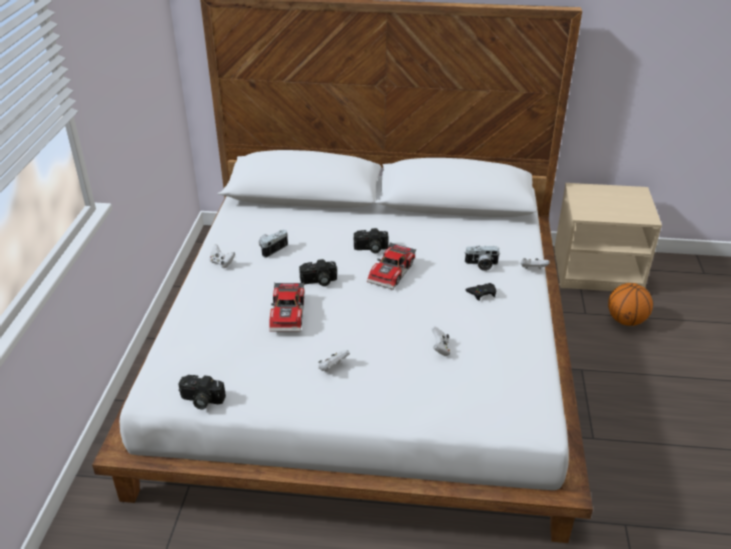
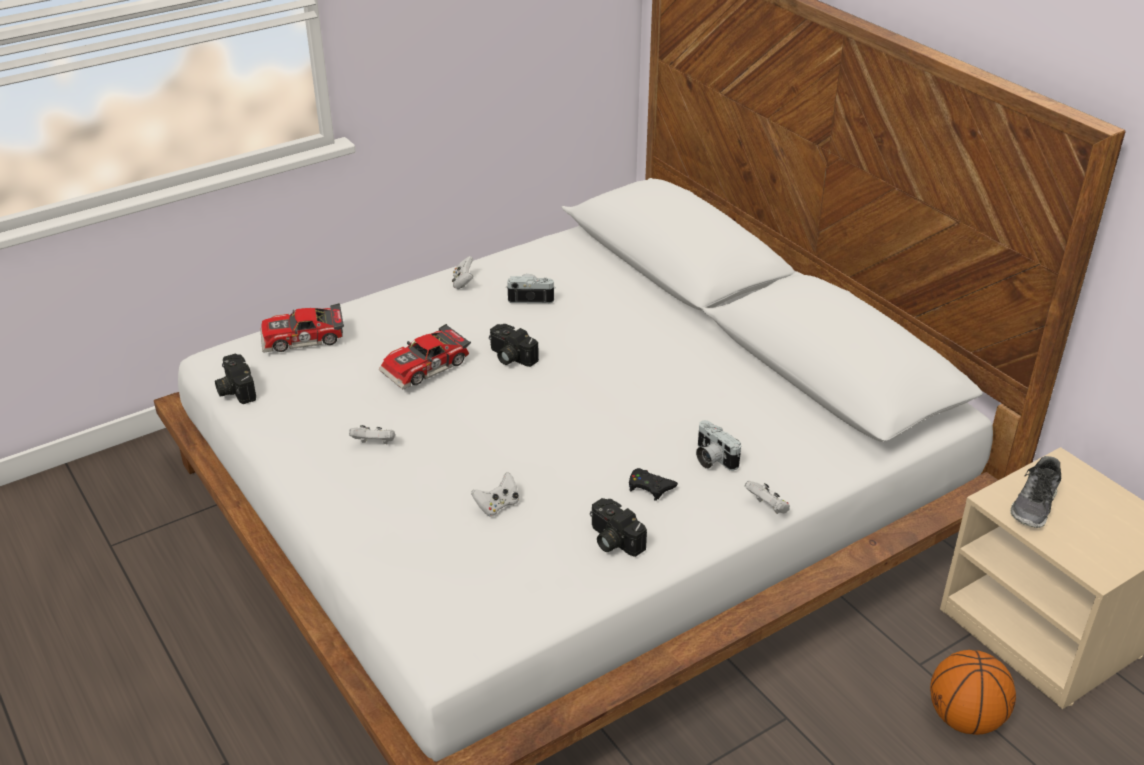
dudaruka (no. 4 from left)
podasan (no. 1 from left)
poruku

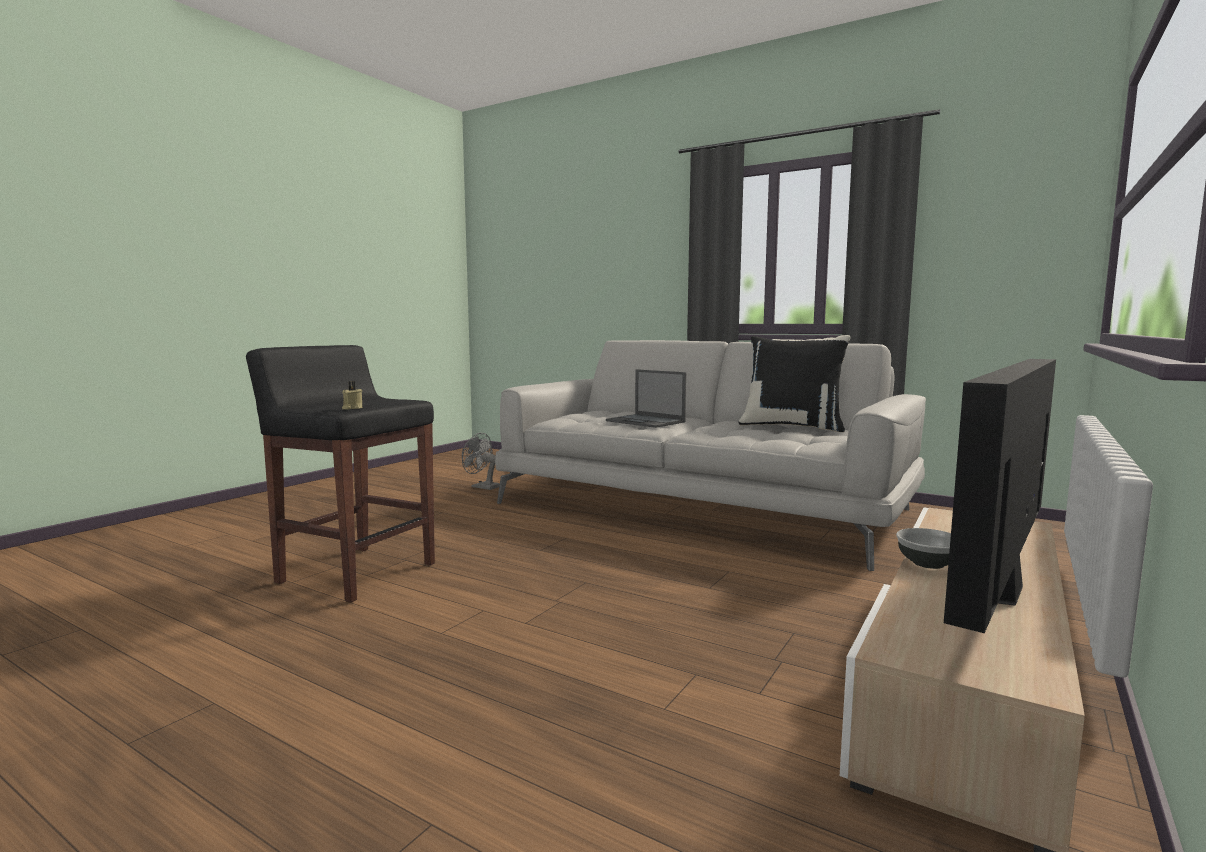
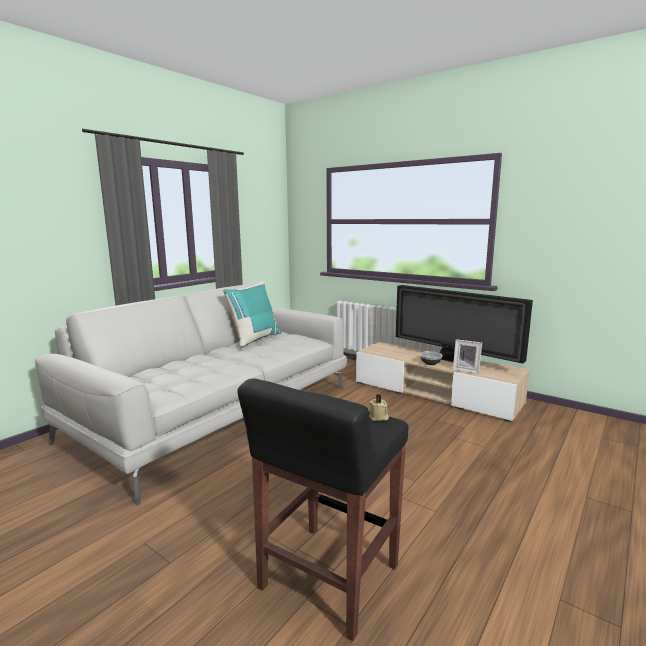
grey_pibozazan
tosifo
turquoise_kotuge
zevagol

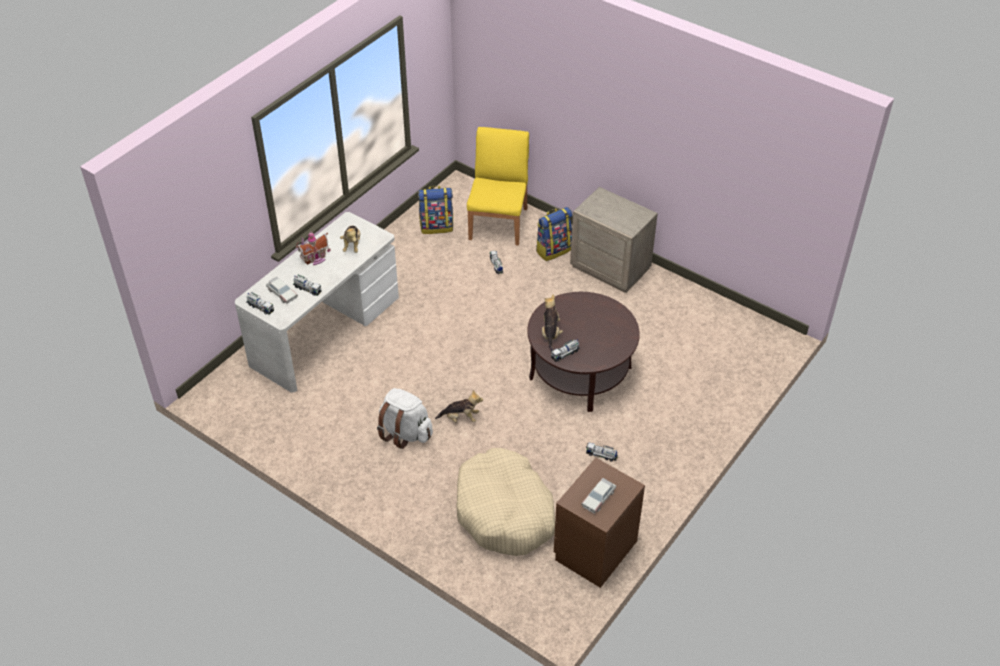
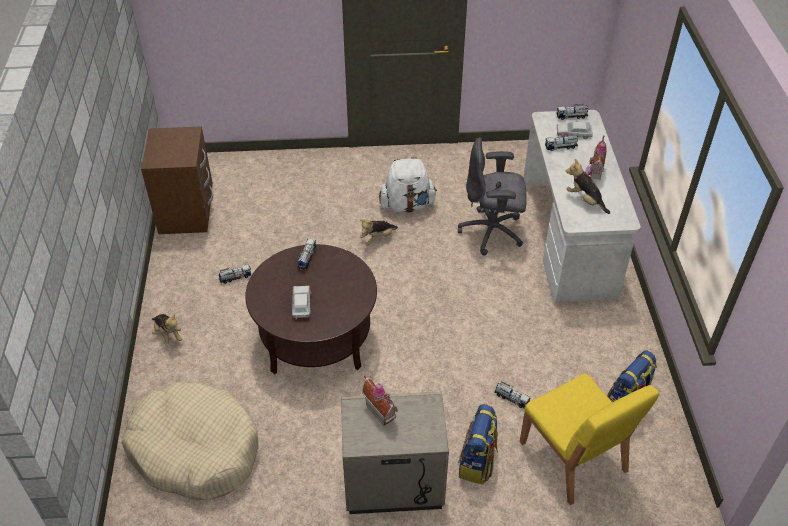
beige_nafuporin
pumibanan (no. 1 from left)
podasan (no. 1 from left)
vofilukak (no. 1 from left)
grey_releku

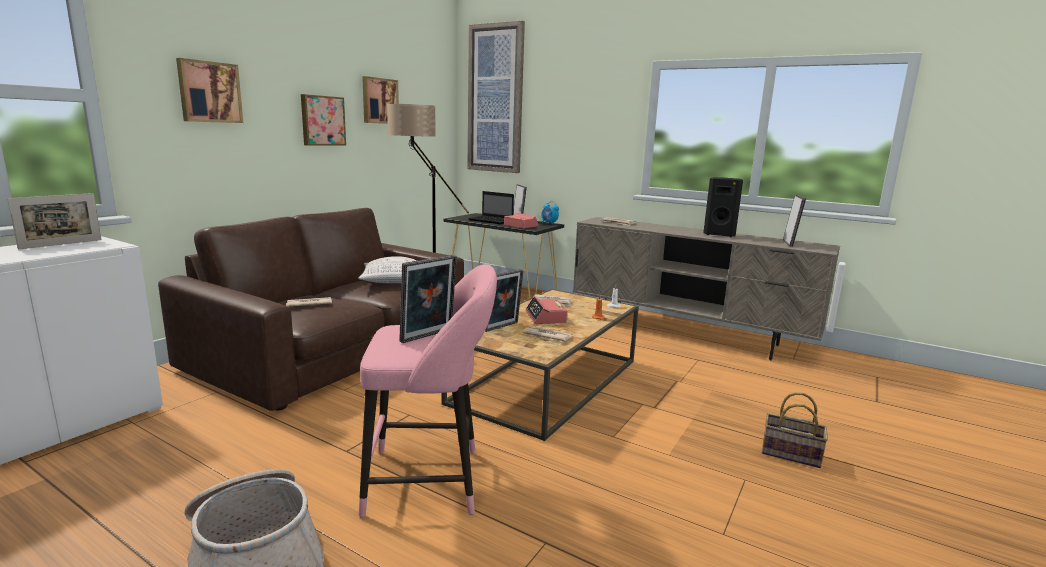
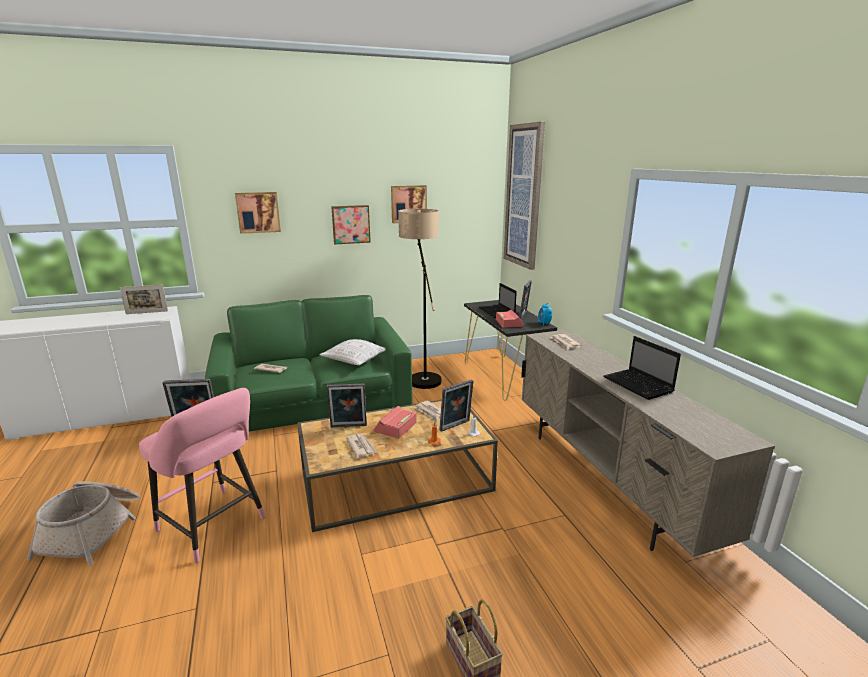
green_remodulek
tosifo (no. 2 from left)
zevagol (no. 4 from left)

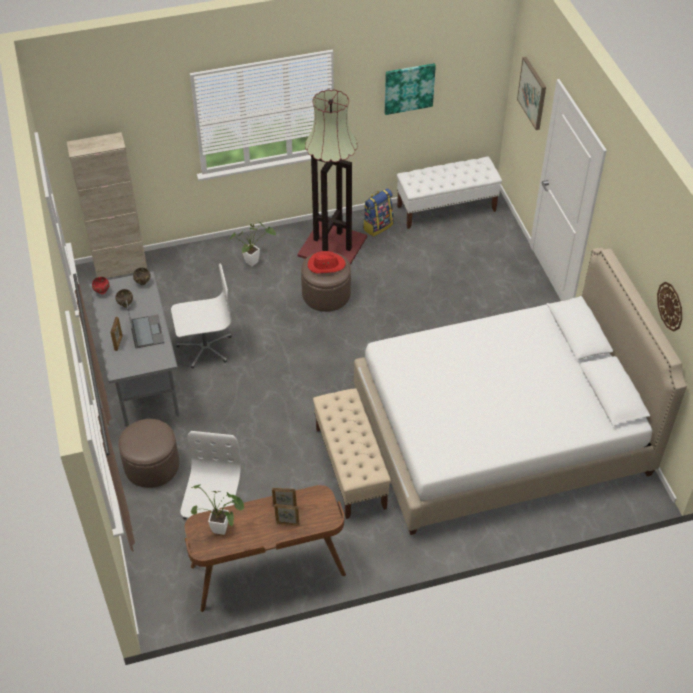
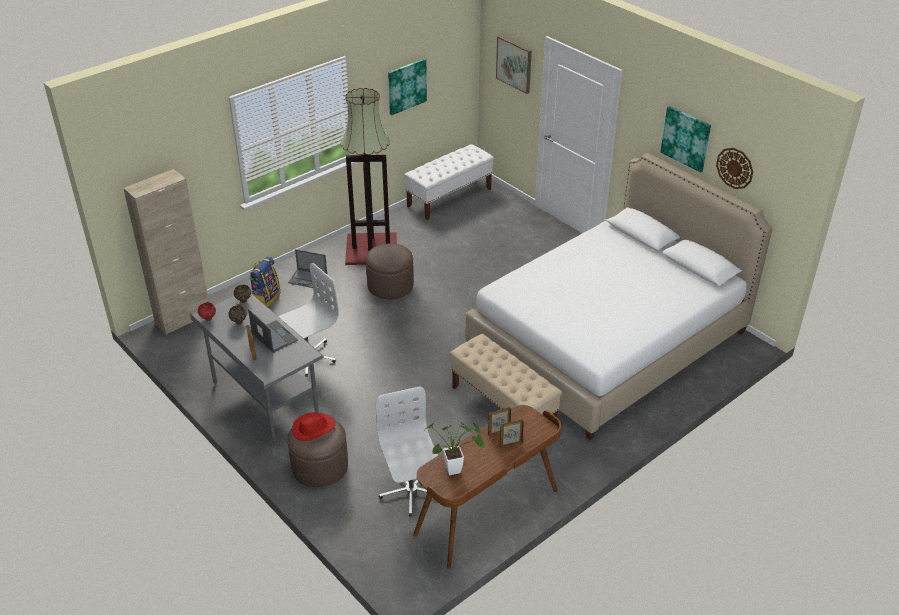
tosifo (no. 2 from left)
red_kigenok
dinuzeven
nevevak (no. 3 from left)

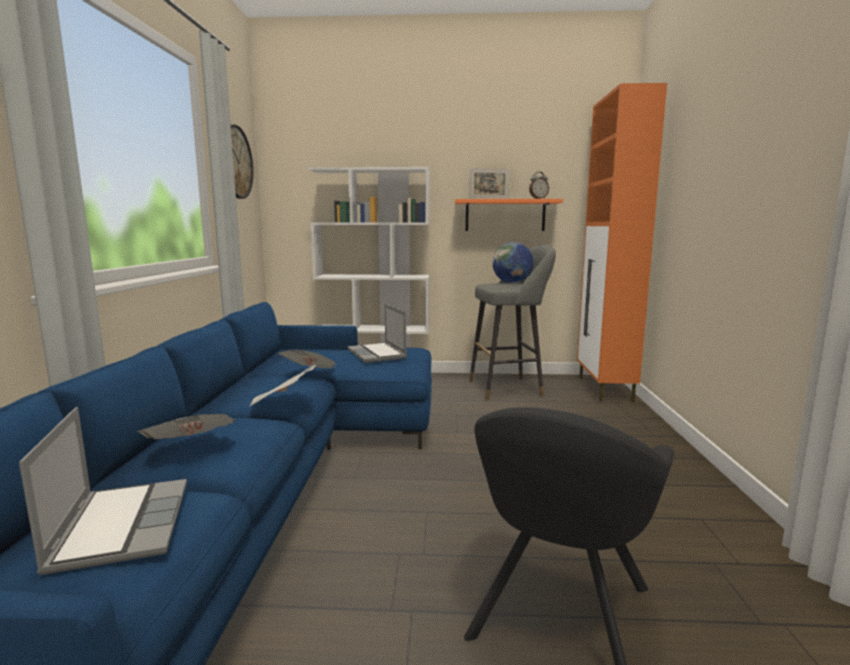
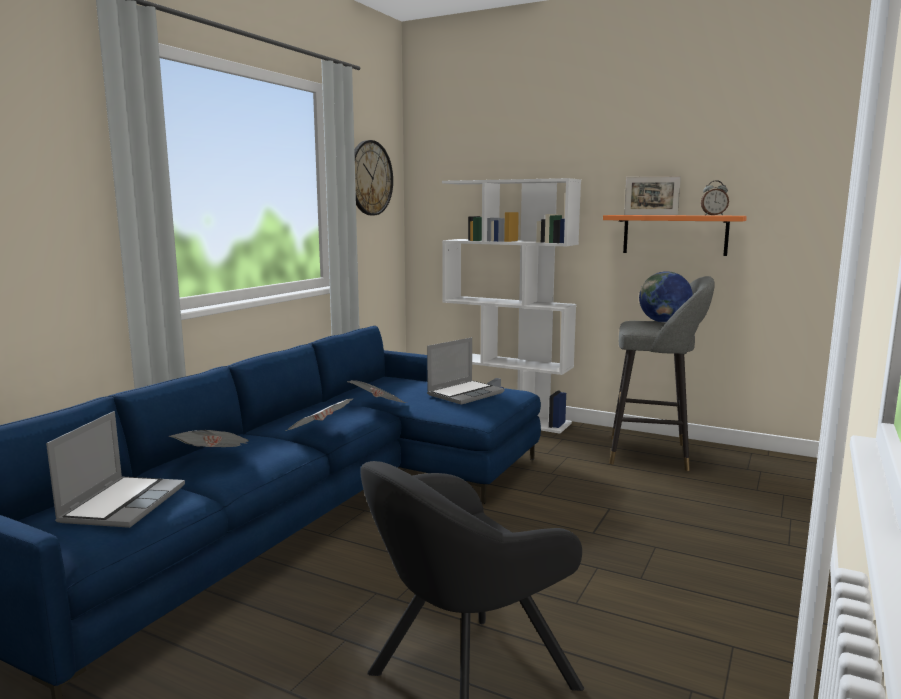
tosifo (no. 2 from left)
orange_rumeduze

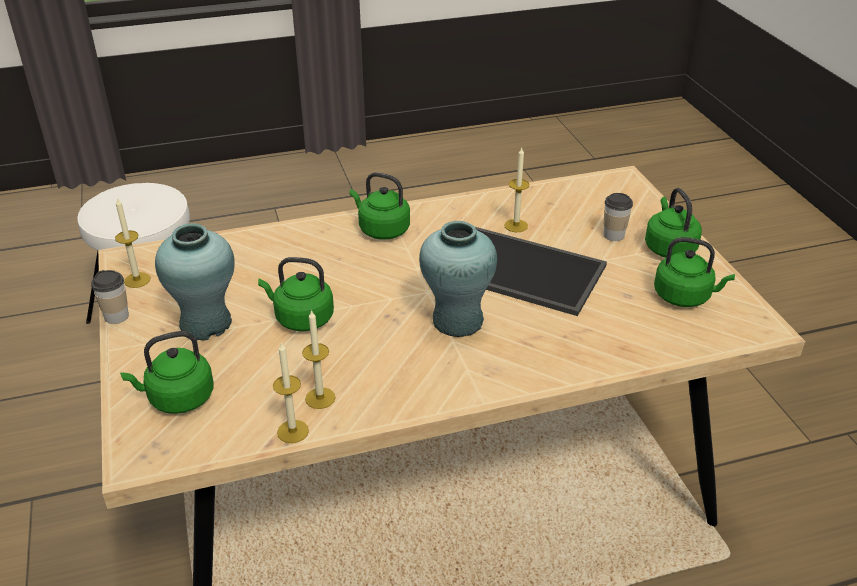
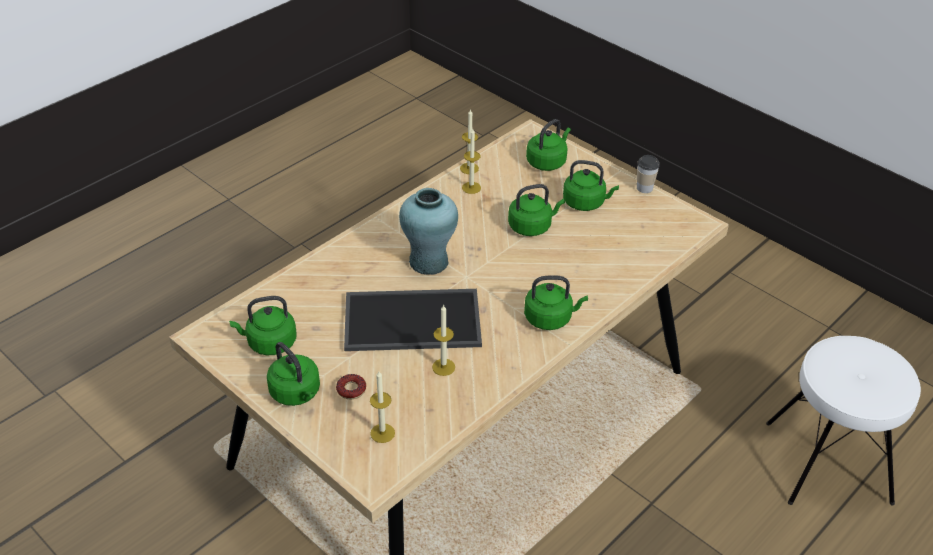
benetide (no. 1 from left)
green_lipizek (no. 6 from left)
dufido

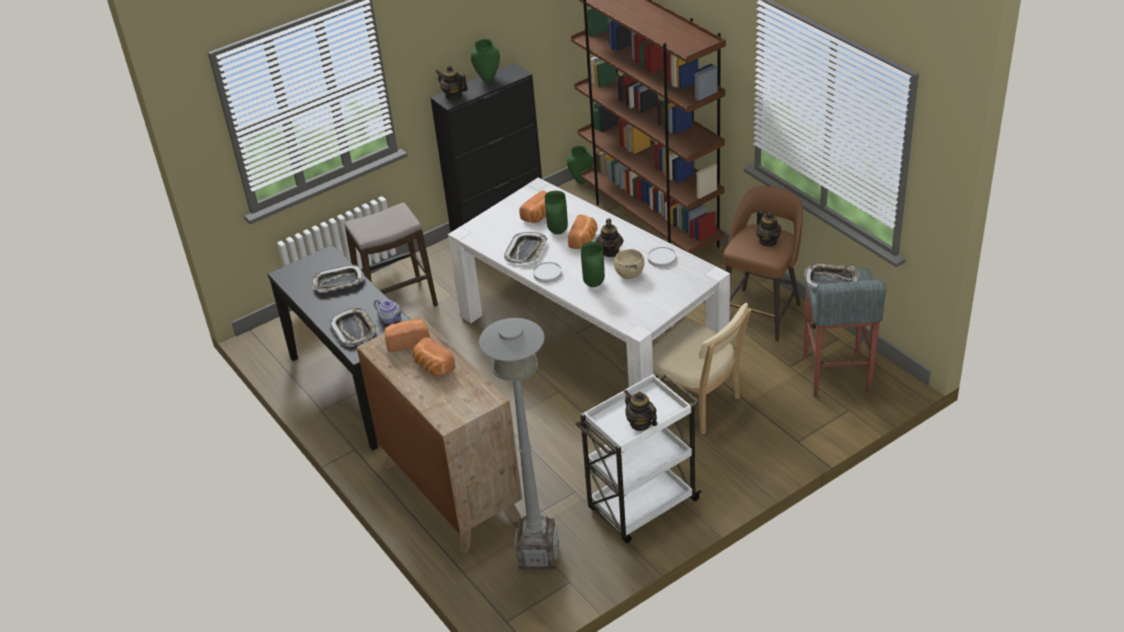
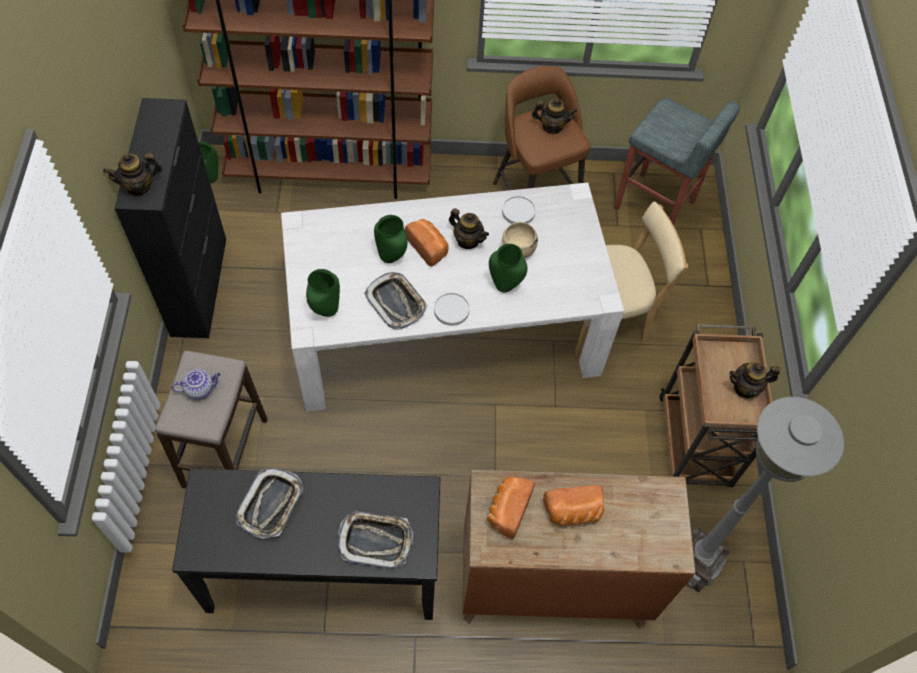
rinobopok (no. 2 from left)
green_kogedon (no. 2 from left)
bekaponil (no. 3 from left in the first image)
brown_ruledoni
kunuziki (no. 4 from left in the first image)

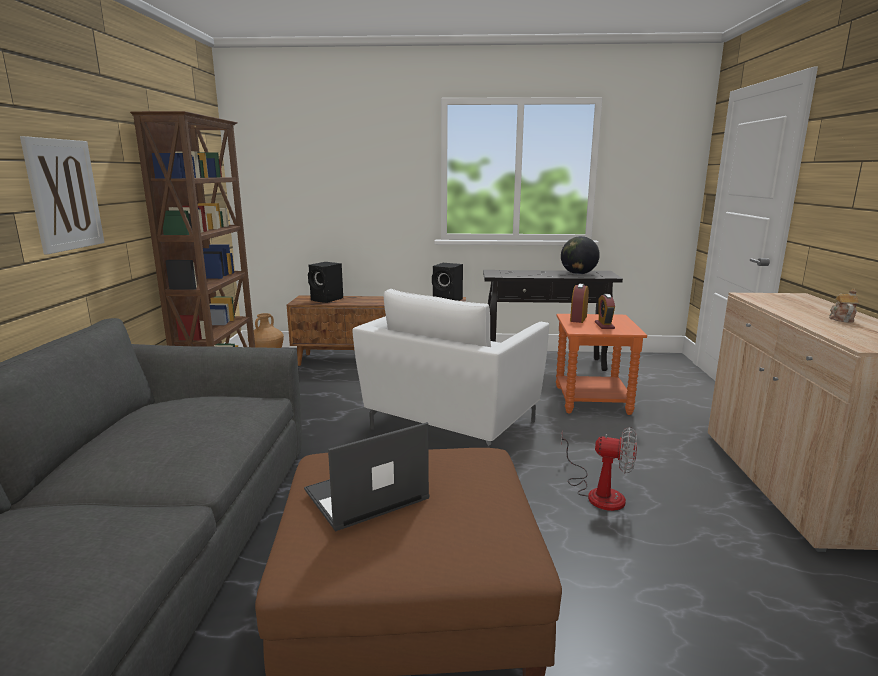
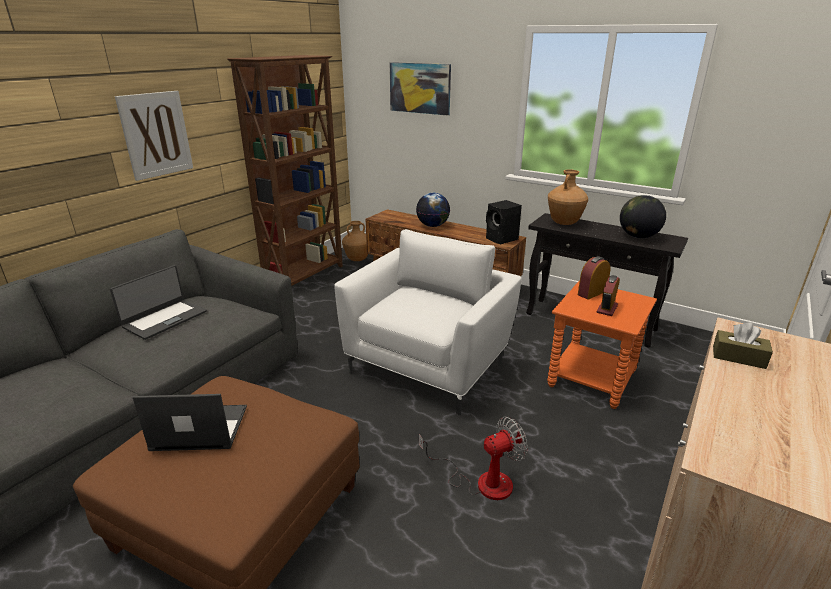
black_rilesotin (no. 1 from left in the first image)
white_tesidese
pibozazan
rinobopok
tosifo (no. 1 from left)
nevevak (no. 2 from left)
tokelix (no. 1 from left)
brown_kogedon (no. 2 from left)
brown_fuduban

